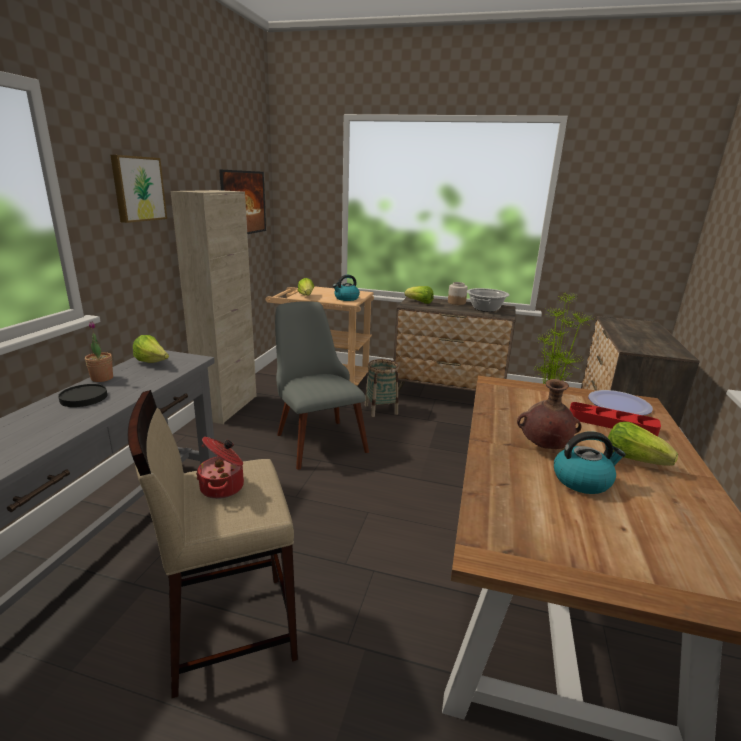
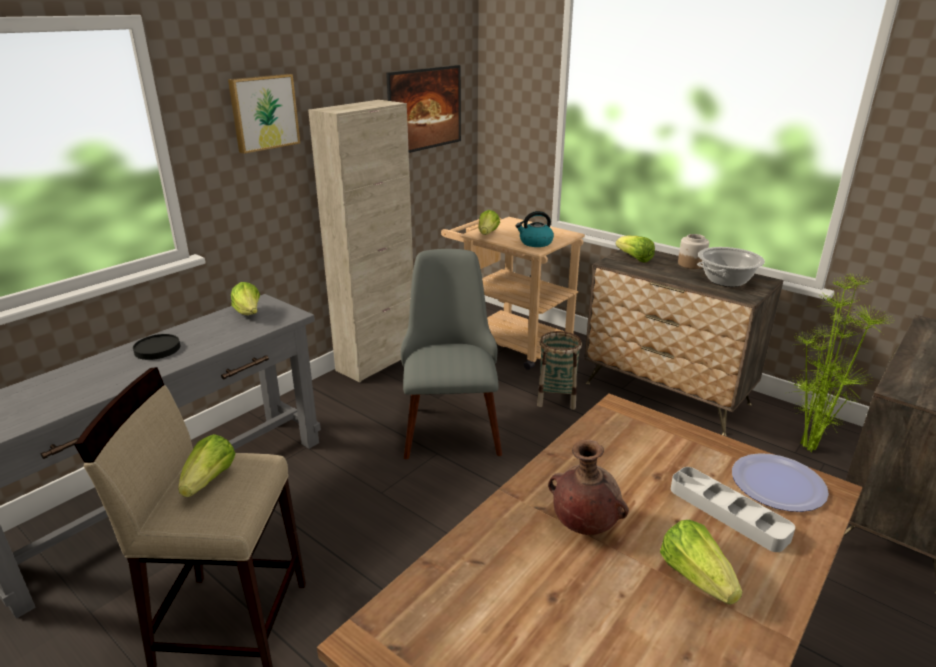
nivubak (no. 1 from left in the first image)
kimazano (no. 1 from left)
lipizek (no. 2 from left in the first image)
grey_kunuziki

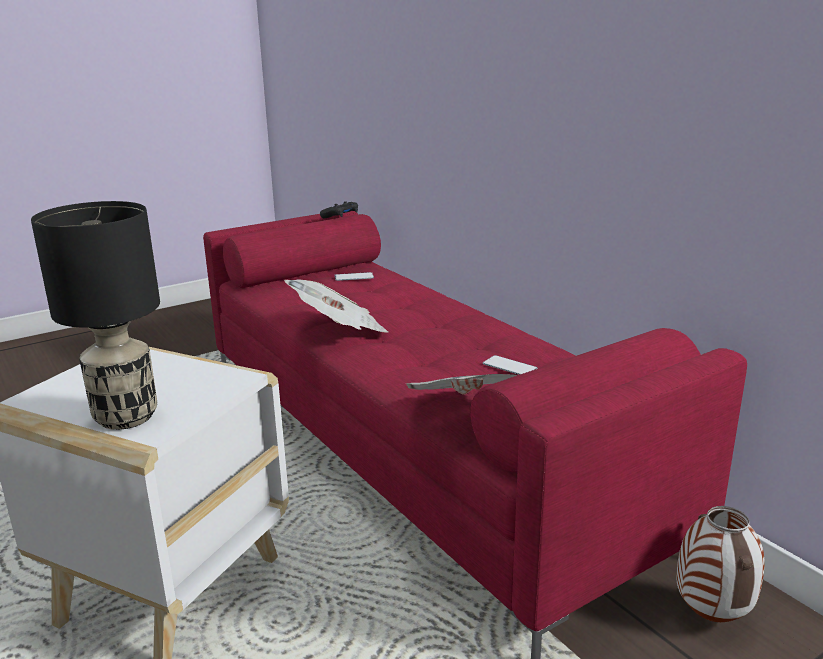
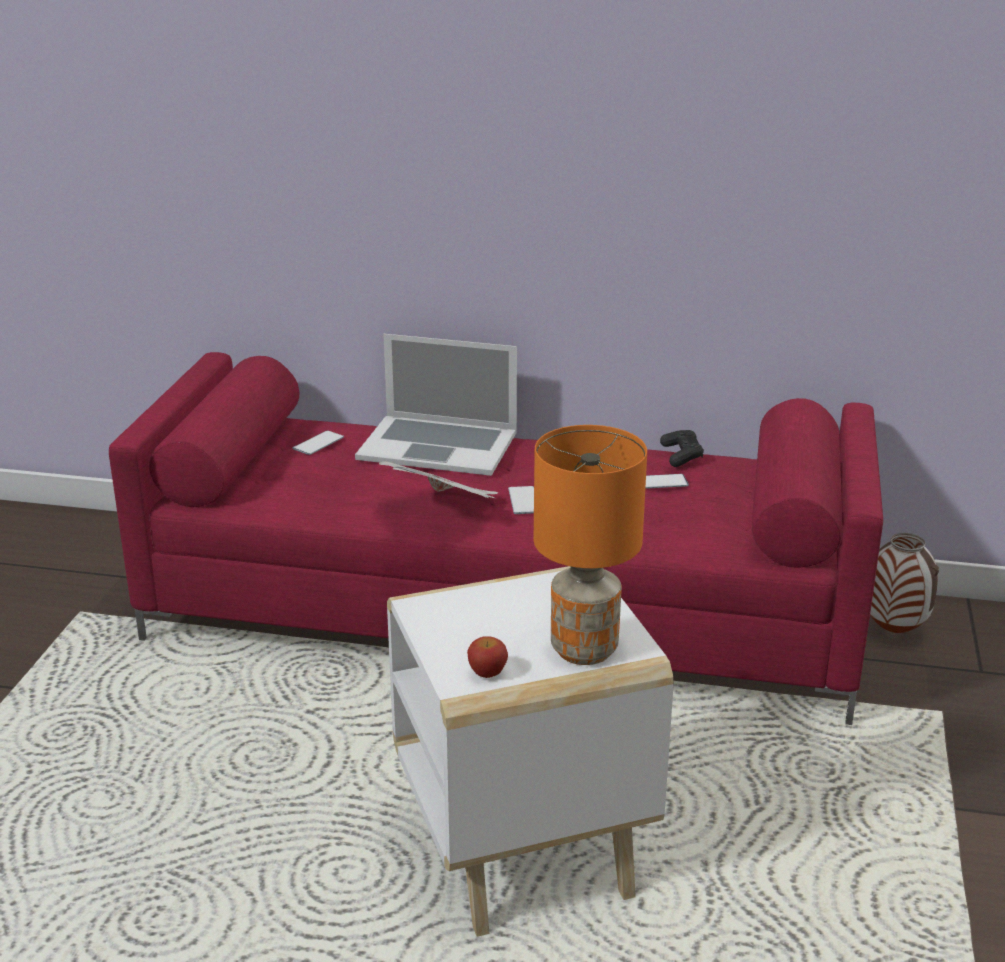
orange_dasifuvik
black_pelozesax
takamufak (no. 2 from left in the first image)
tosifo
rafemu
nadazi (no. 2 from left)

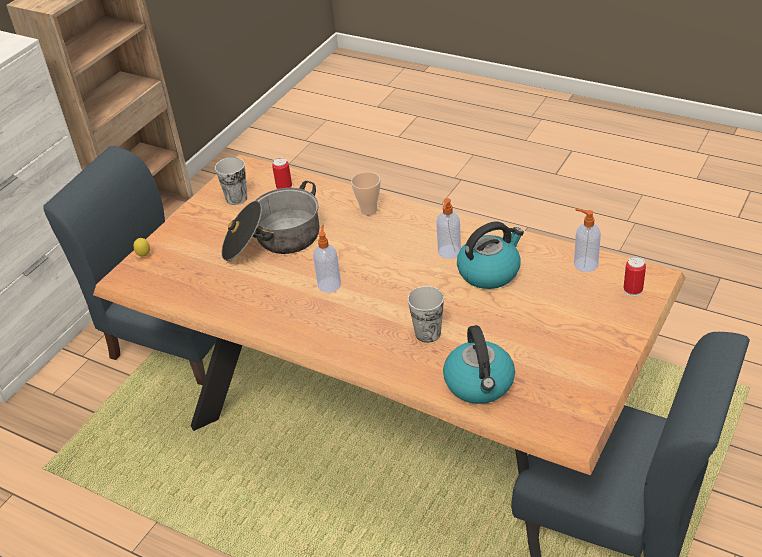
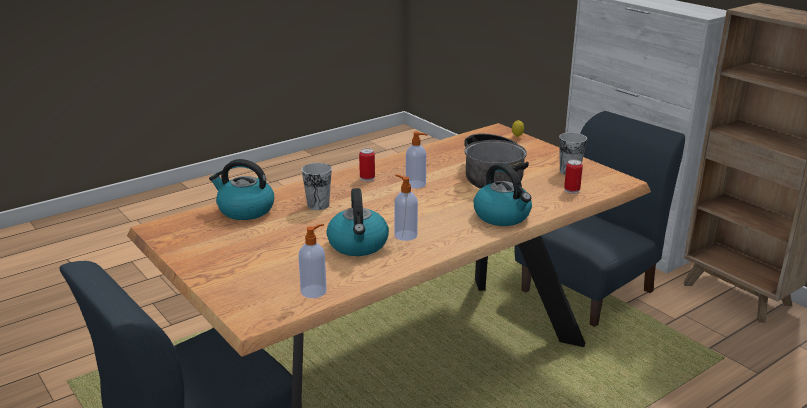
lipizek (no. 3 from left)
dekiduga (no. 1 from left)

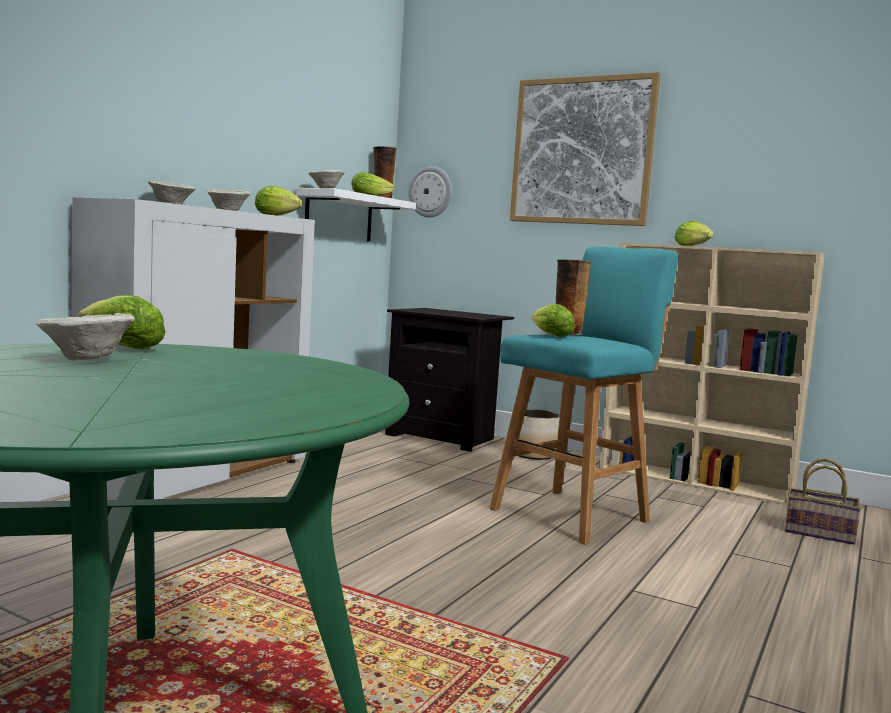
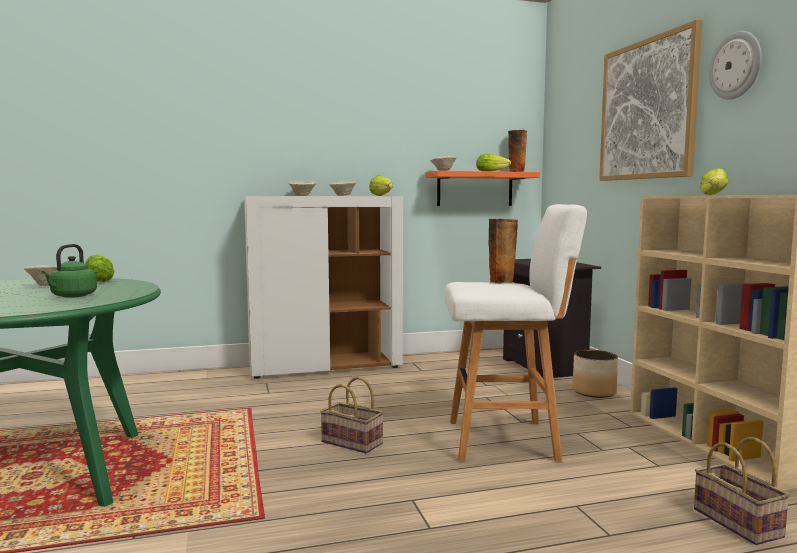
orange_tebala
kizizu
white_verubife
kimazano (no. 4 from left in the first image)
green_lipizek
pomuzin (no. 1 from left)

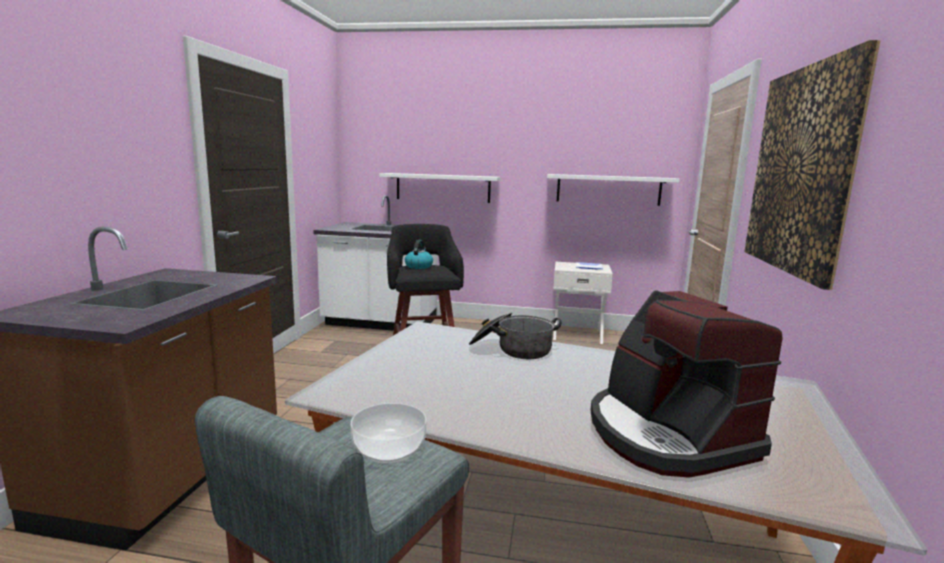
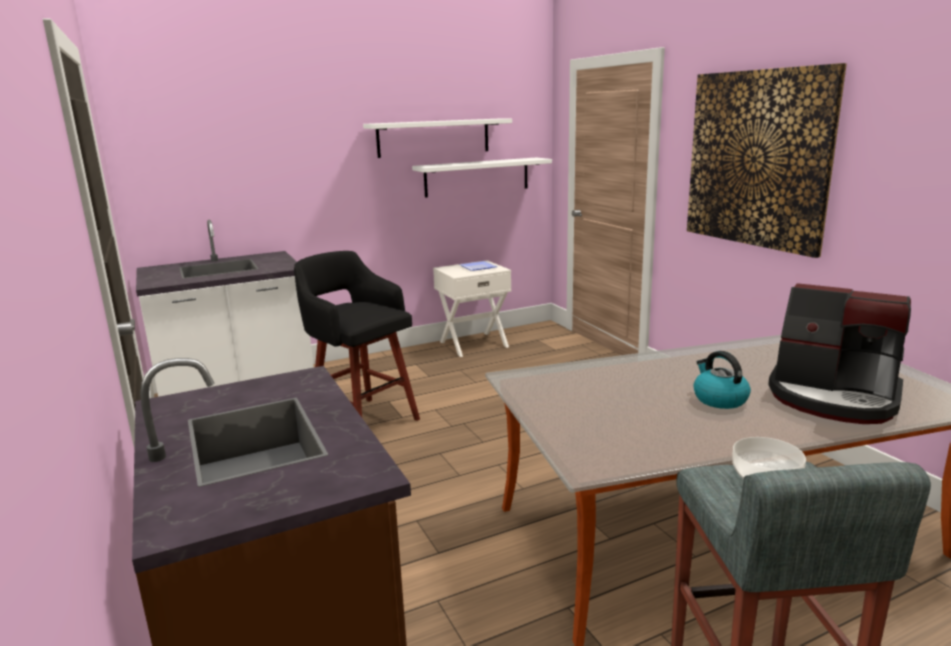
white_tebala (no. 1 from left)
lipizek
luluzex

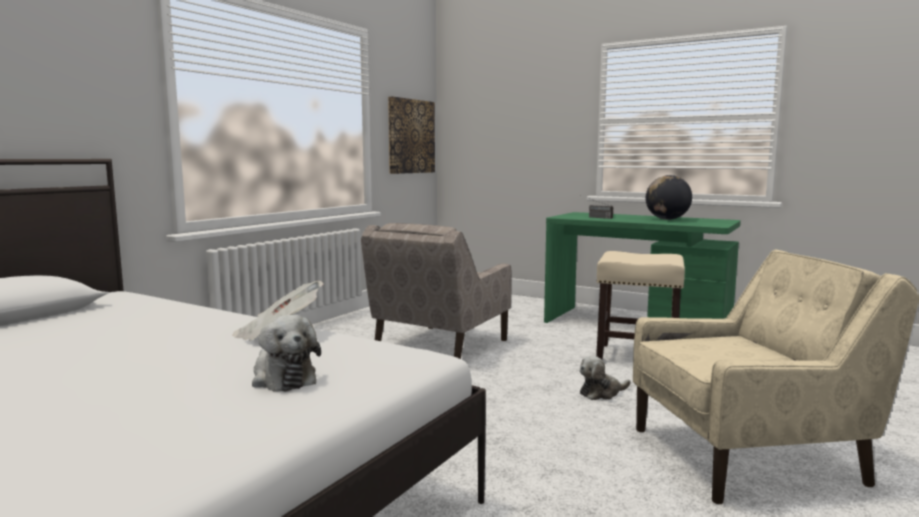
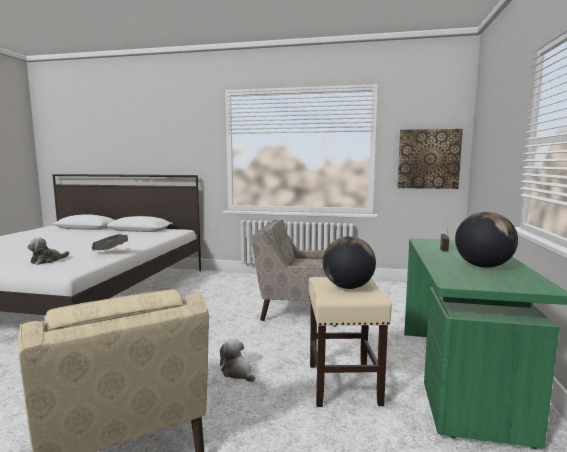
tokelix (no. 1 from left)

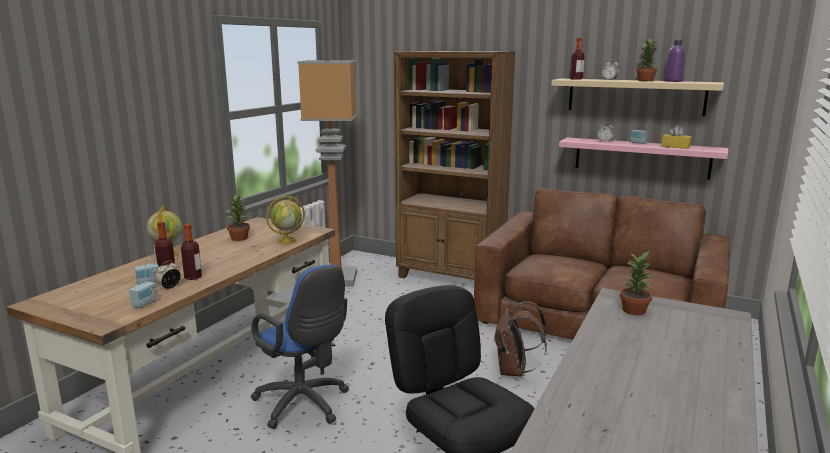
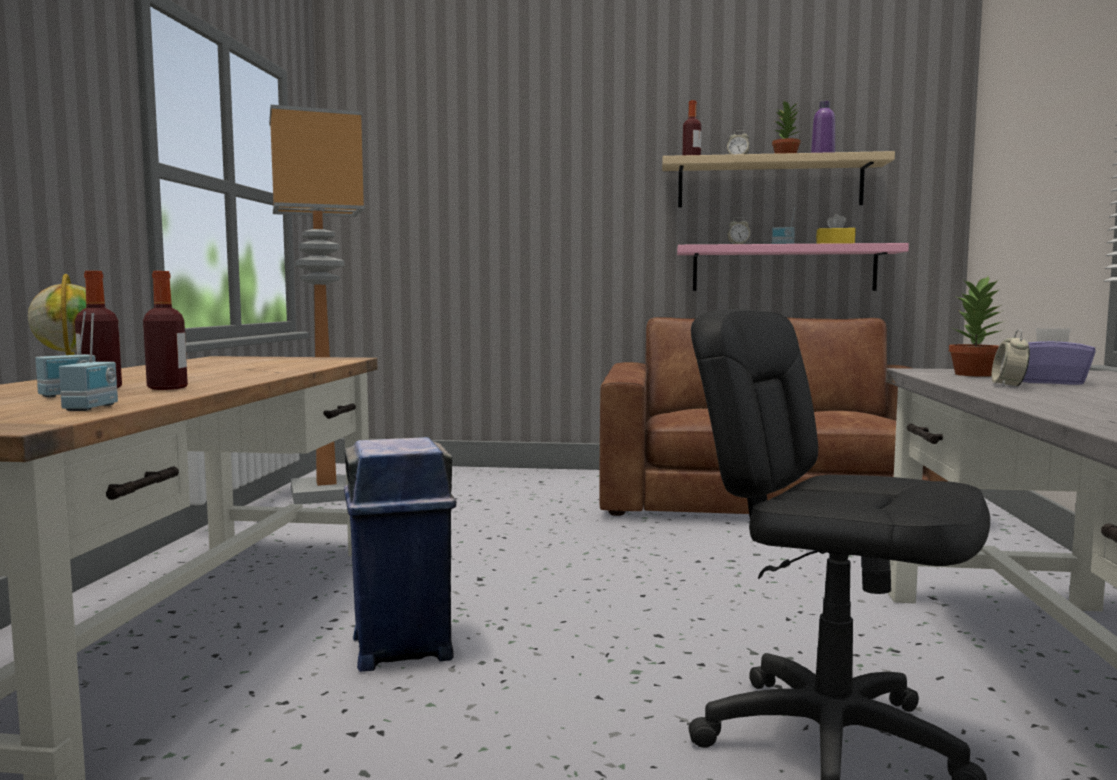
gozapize (no. 3 from left)
nivubak (no. 1 from left in the first image)
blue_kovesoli
tokelix (no. 2 from left in the first image)
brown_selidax
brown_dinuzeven
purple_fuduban

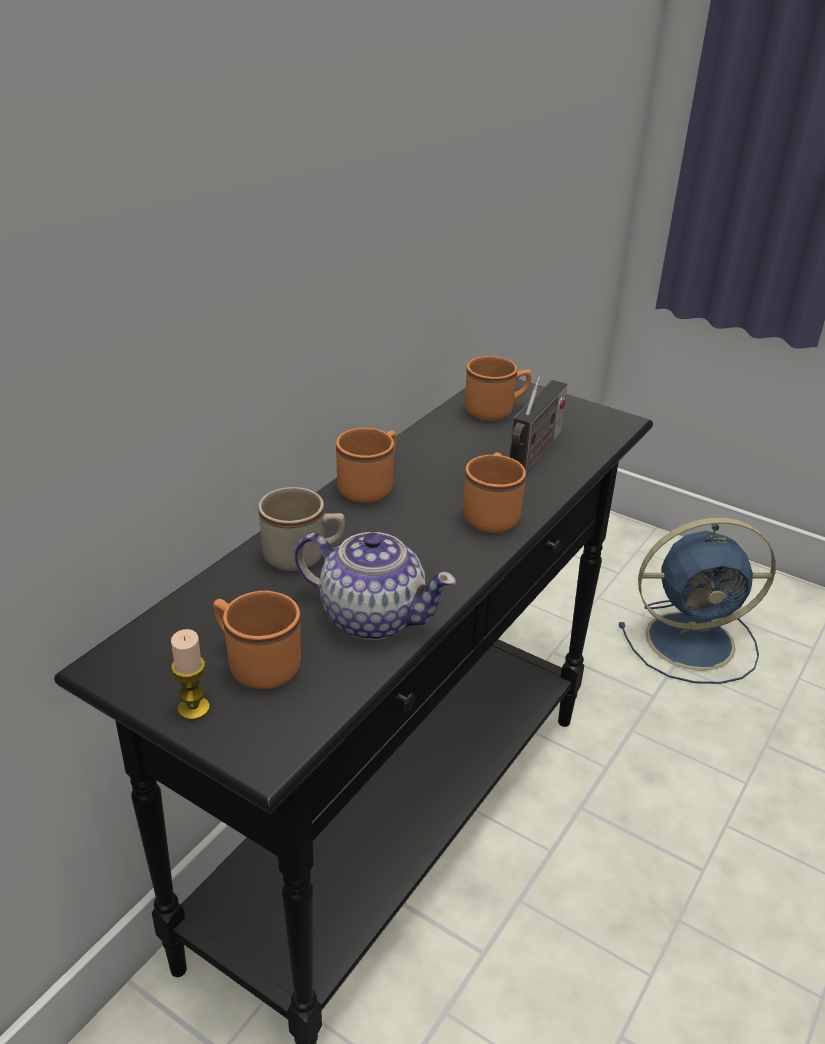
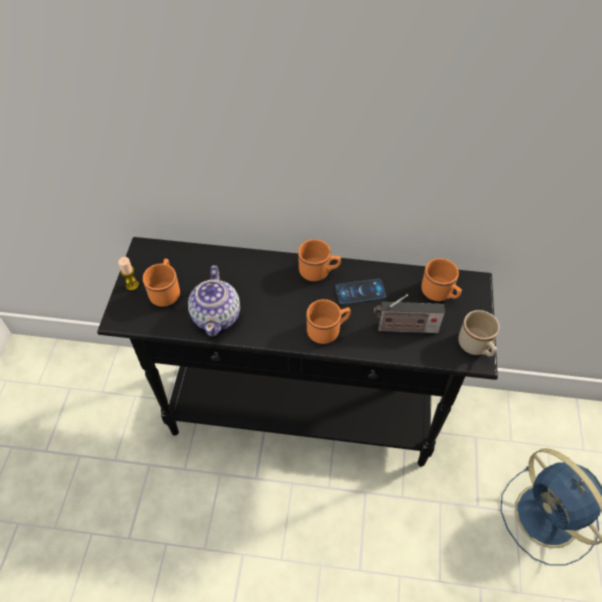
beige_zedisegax
nadazi

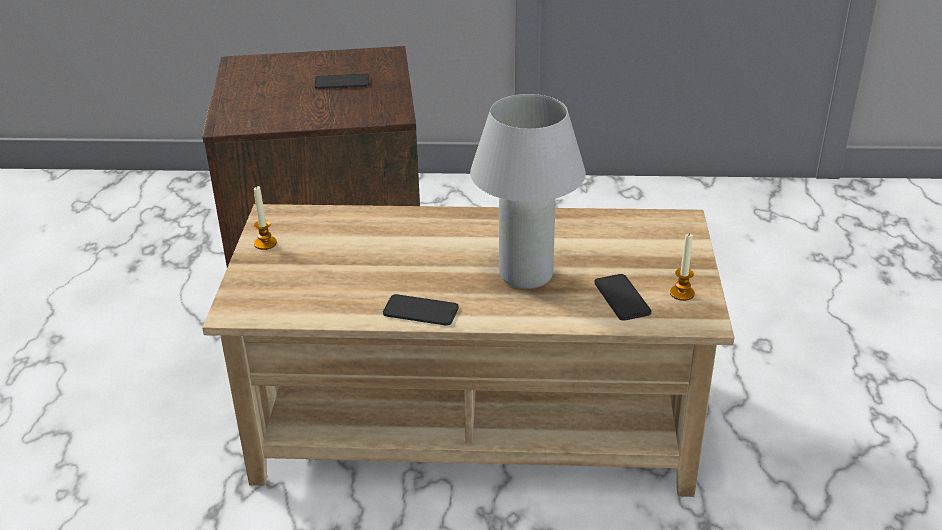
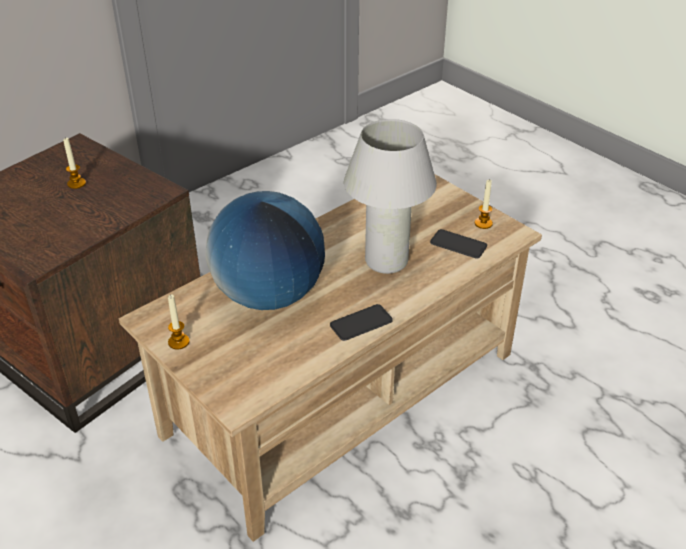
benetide (no. 1 from left)
tokelix

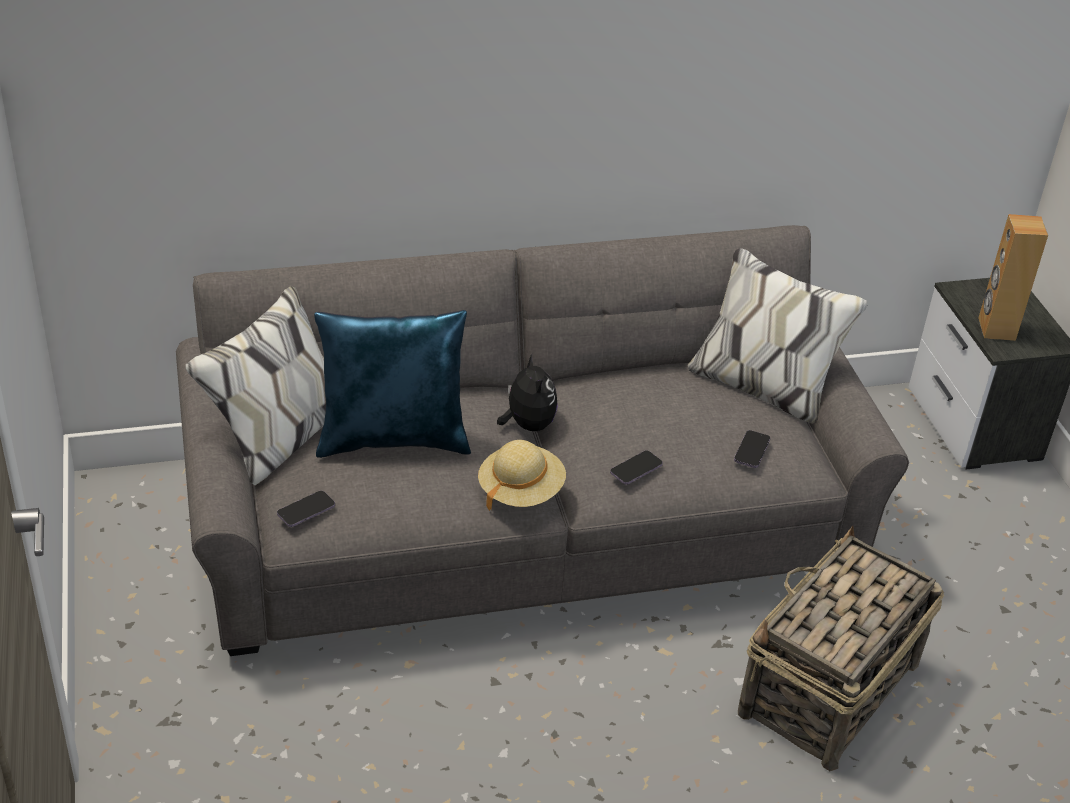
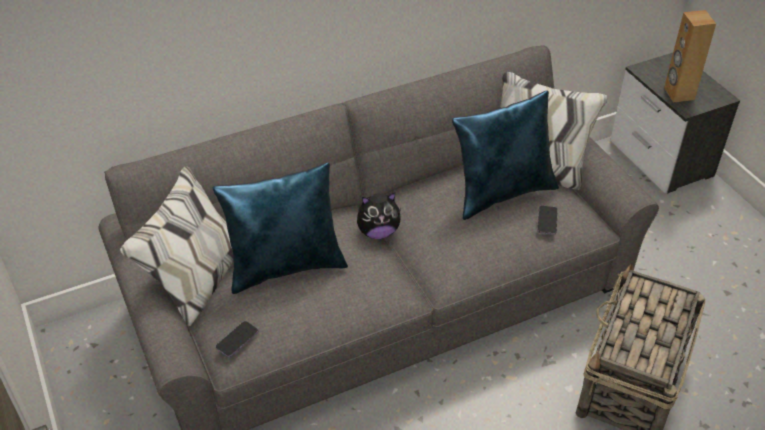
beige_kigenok
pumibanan
nadazi (no. 2 from left in the first image)
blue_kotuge (no. 2 from left)

